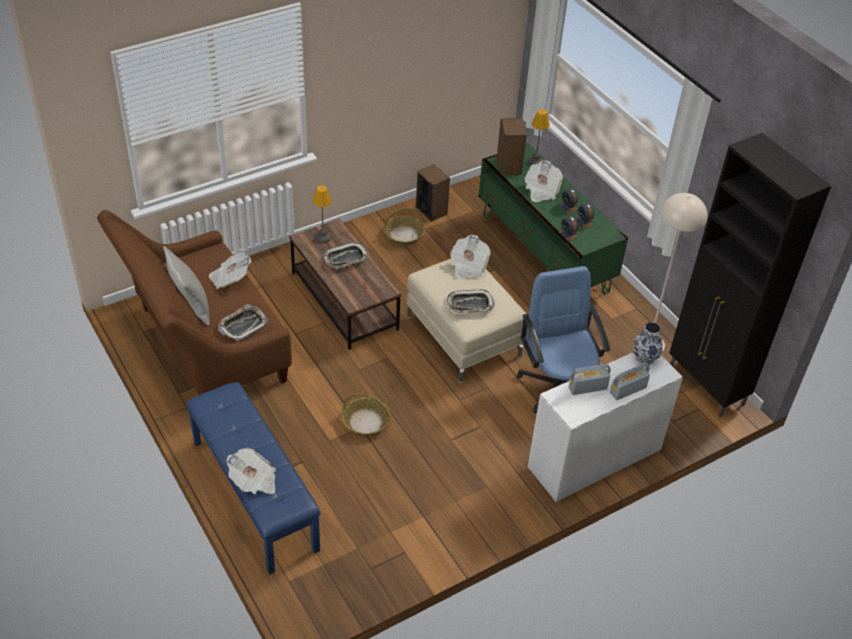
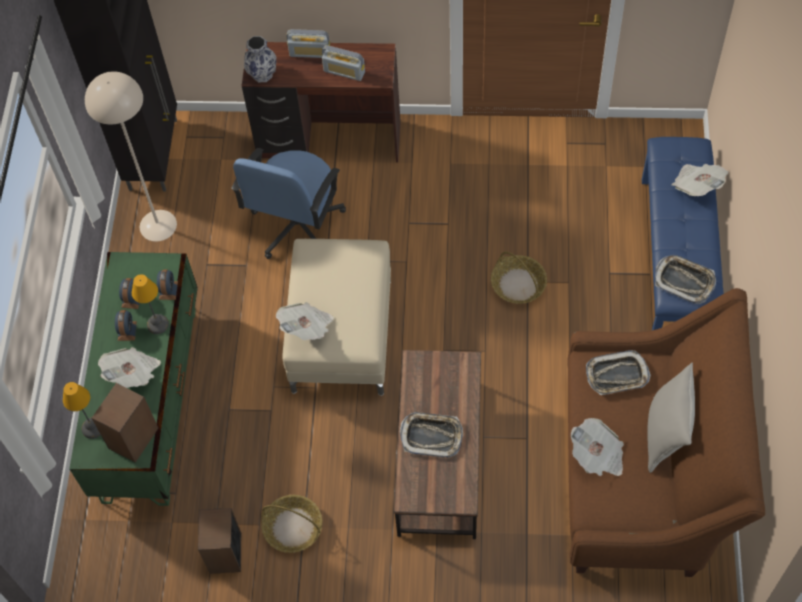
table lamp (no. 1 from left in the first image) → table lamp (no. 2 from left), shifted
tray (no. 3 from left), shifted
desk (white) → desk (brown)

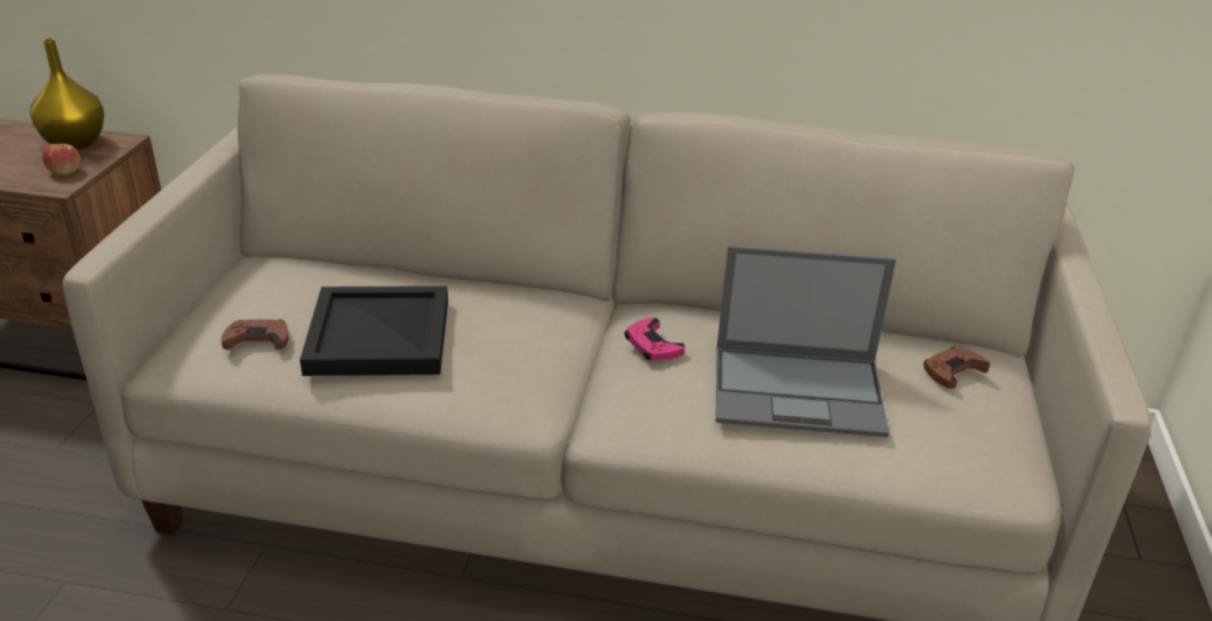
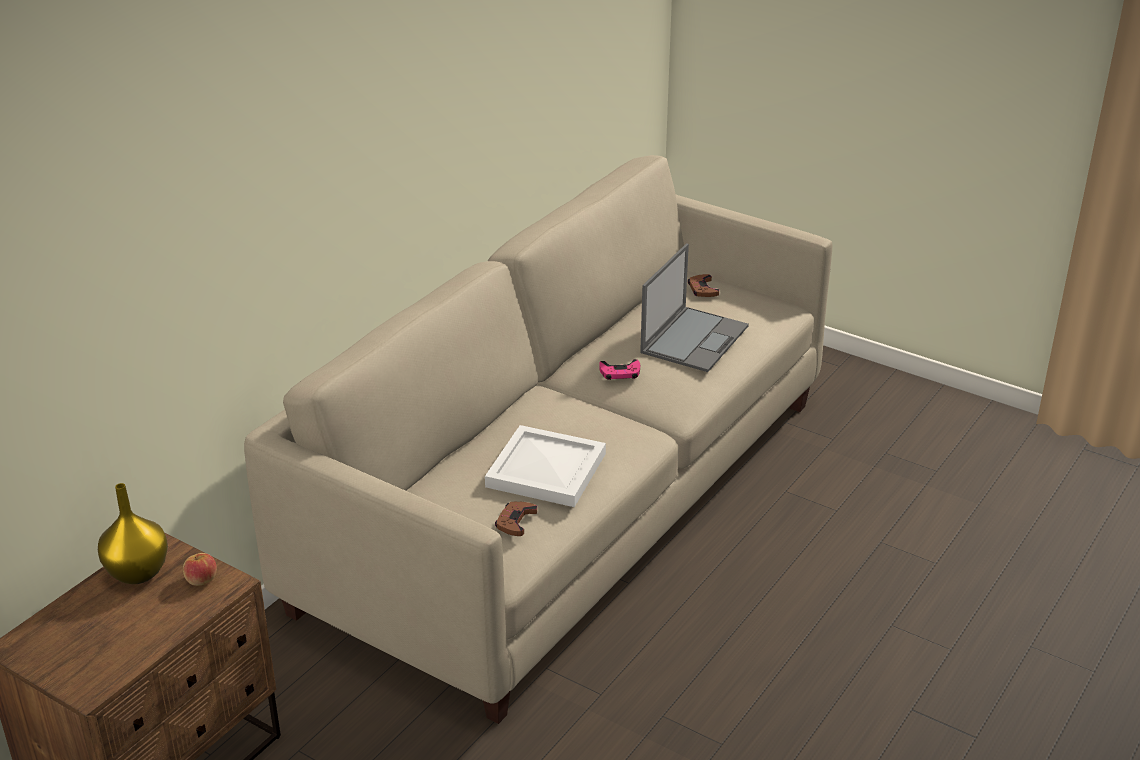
tray (black) → tray (white)

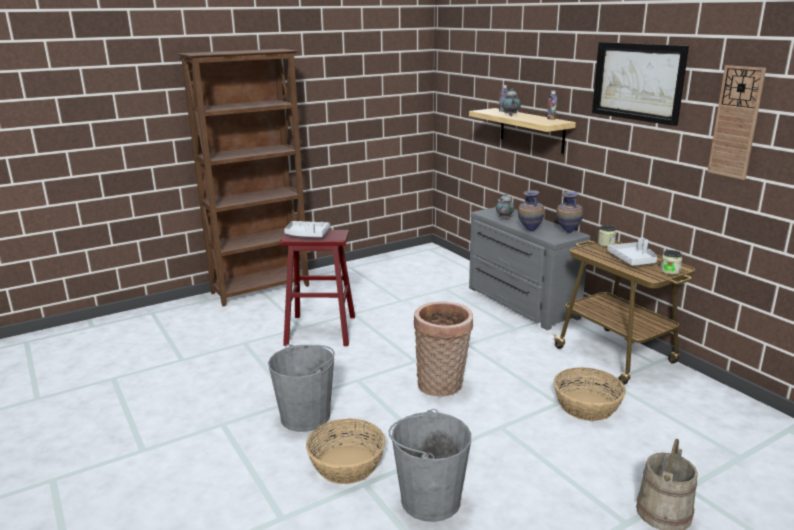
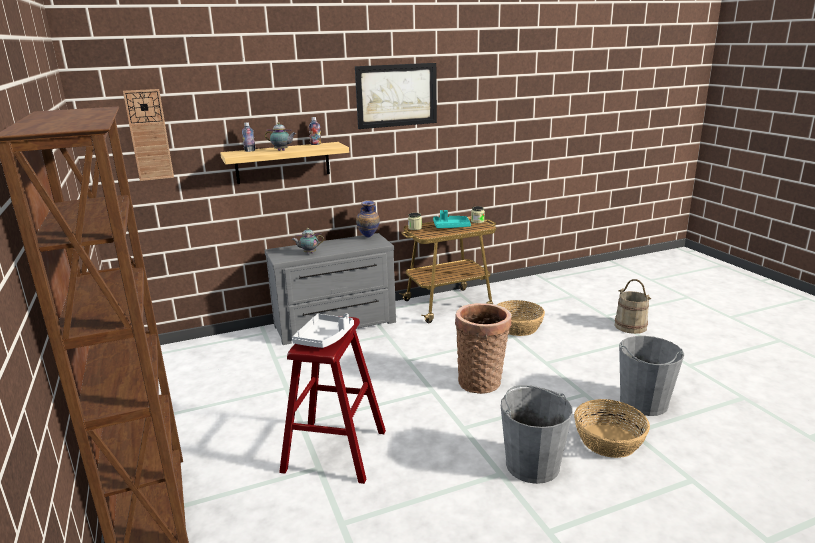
vase (no. 1 from left) → -
tray (grey) (no. 2 from left) → tray (turquoise)
wall clock, shifted

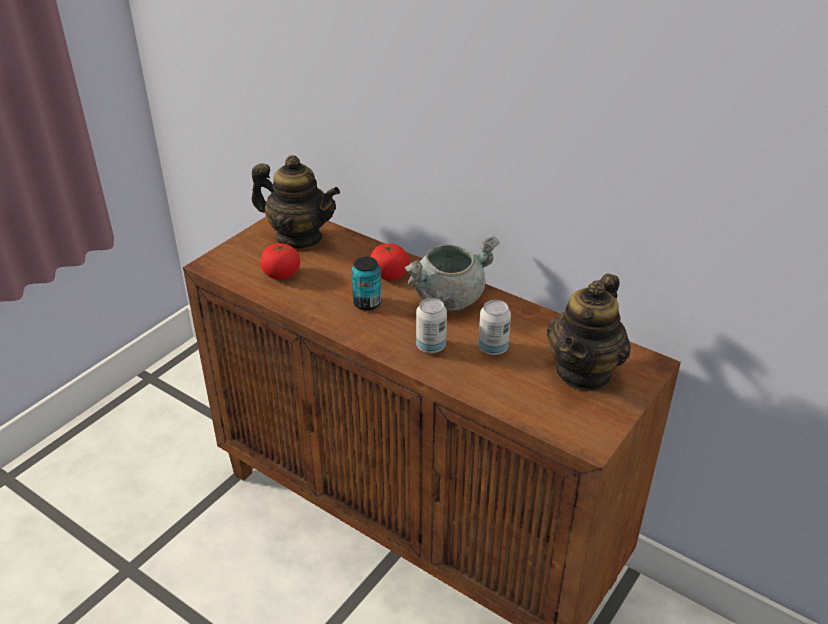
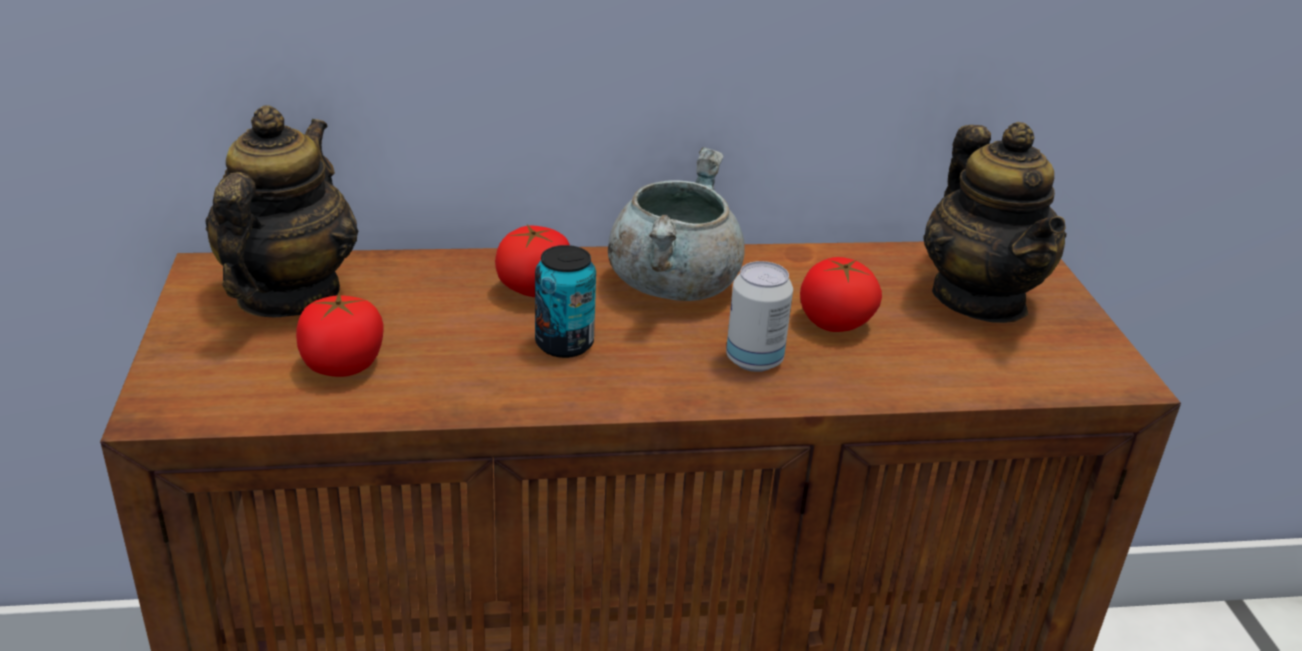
teapot (no. 1 from left), 60 degrees counterclockwise
can (no. 3 from left) → tomato (no. 3 from left)

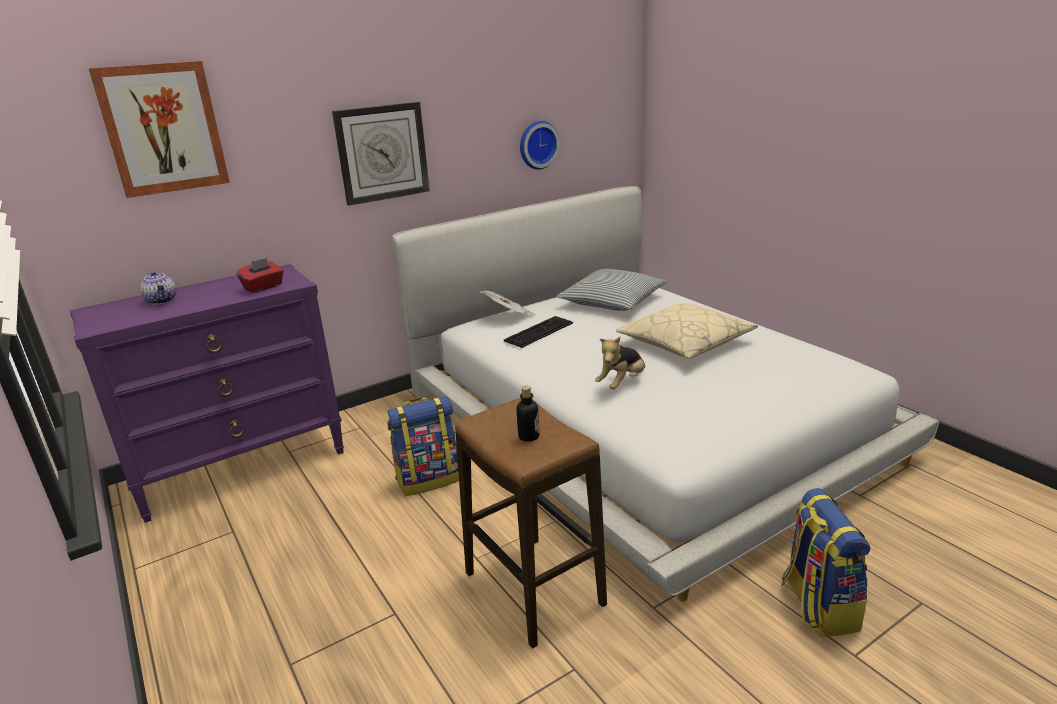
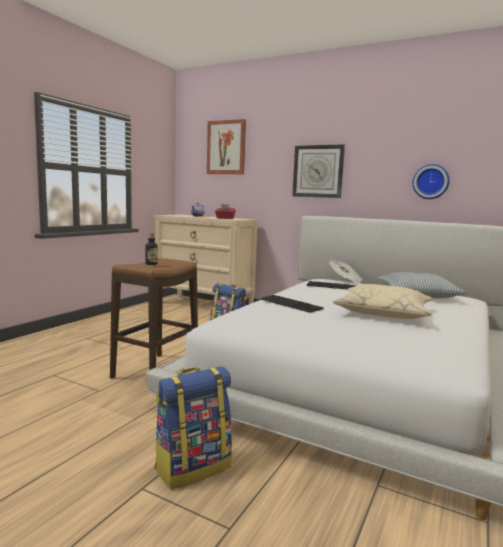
dresser (purple) → dresser (beige)
plush toy → keyboard (no. 1 from left)

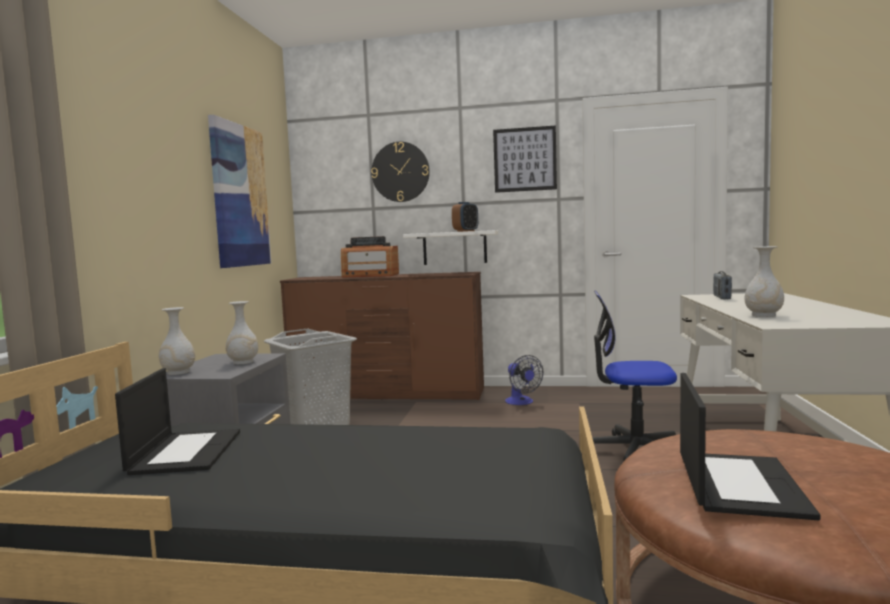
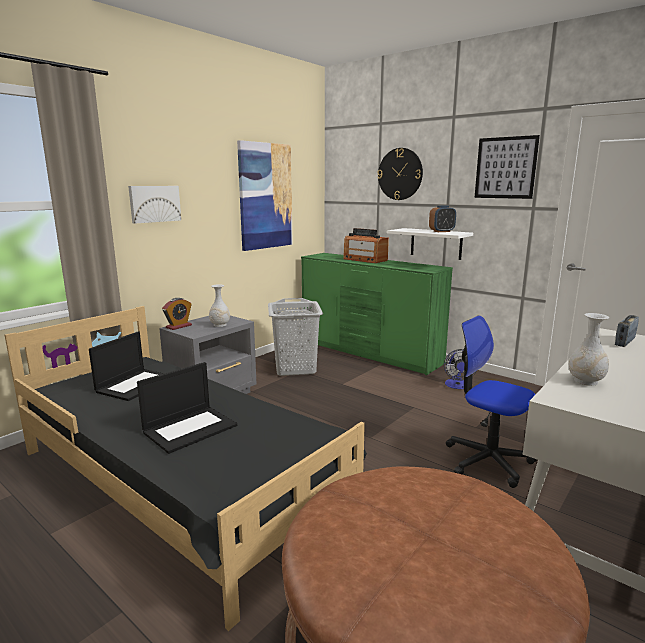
vase (white) (no. 1 from left) → alarm clock (no. 1 from left)
dresser (brown) → dresser (green)
laptop (no. 2 from left), shifted
- → picture (no. 1 from left)

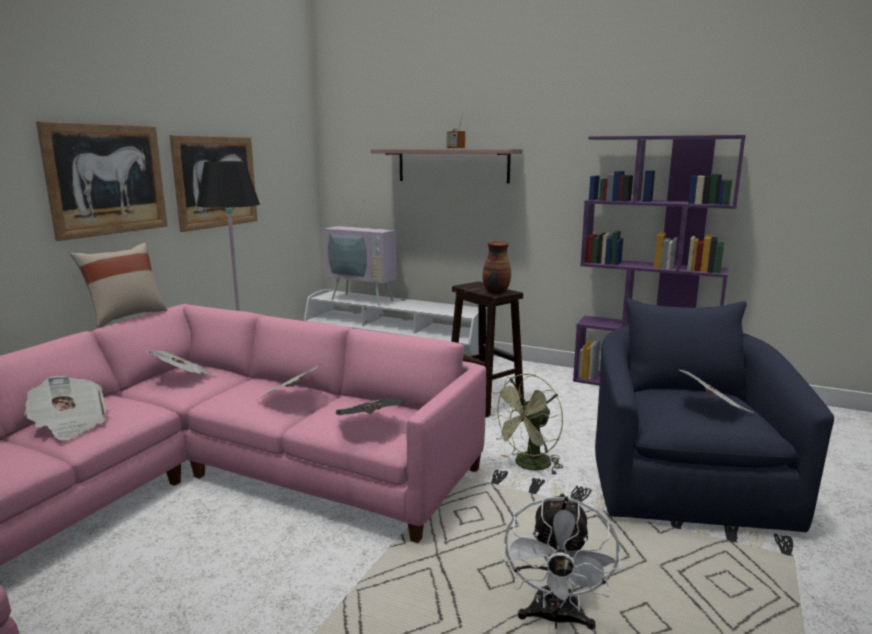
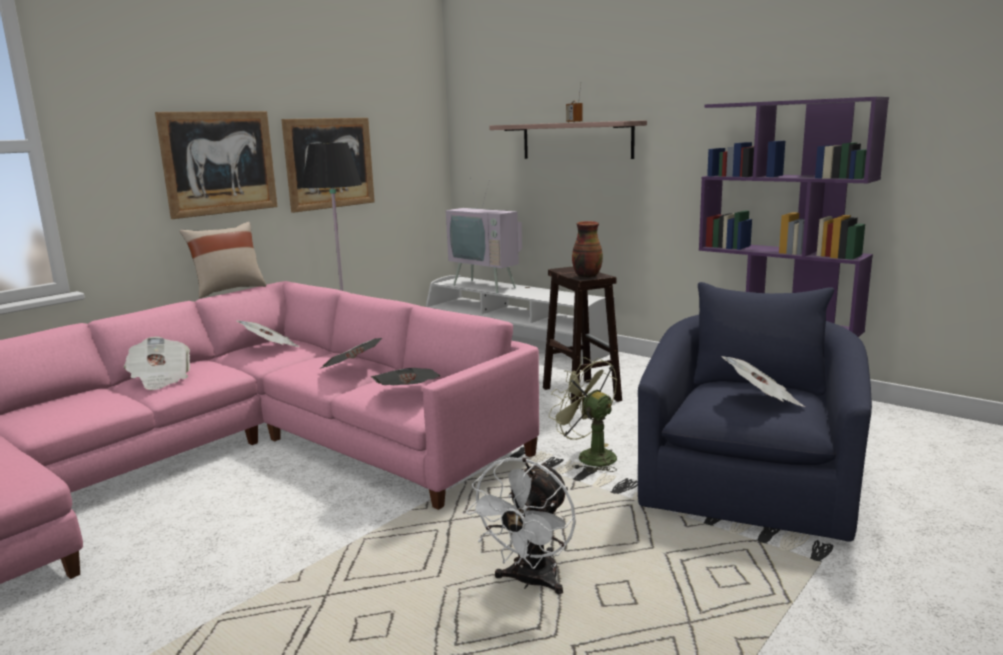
fan (green), 75 degrees clockwise

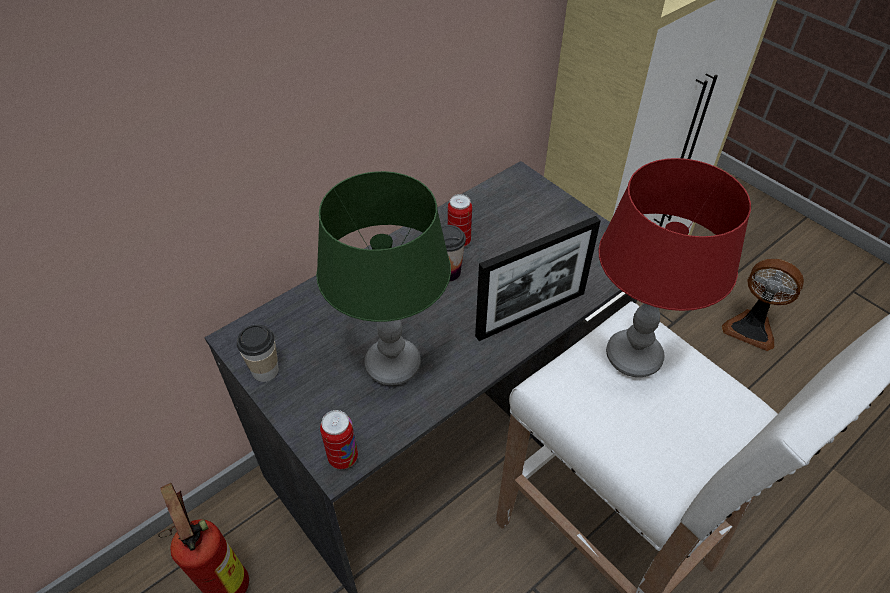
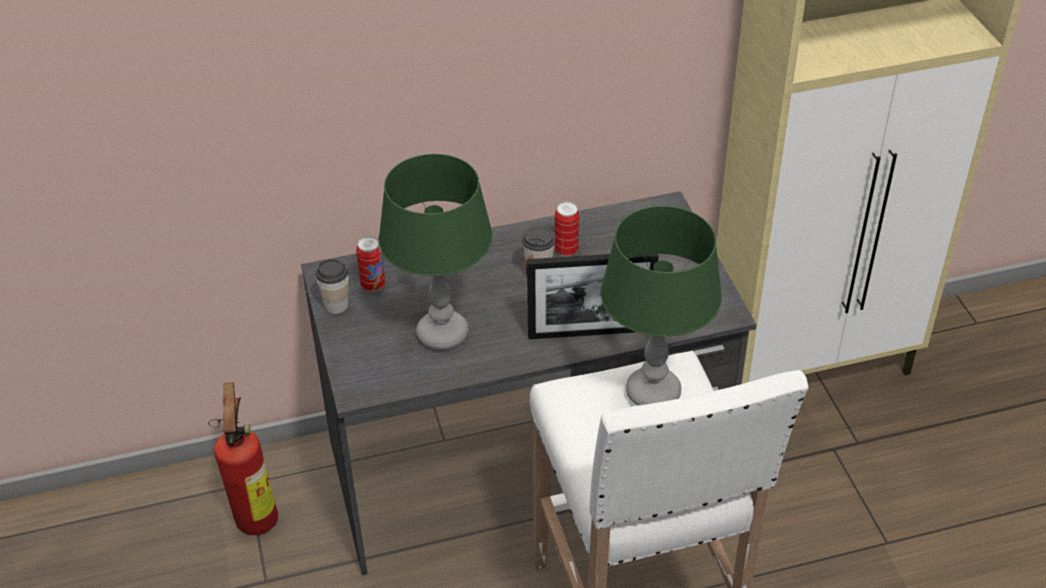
can (no. 1 from left), shifted
table lamp (red) → table lamp (green) (no. 2 from left)
fan → -

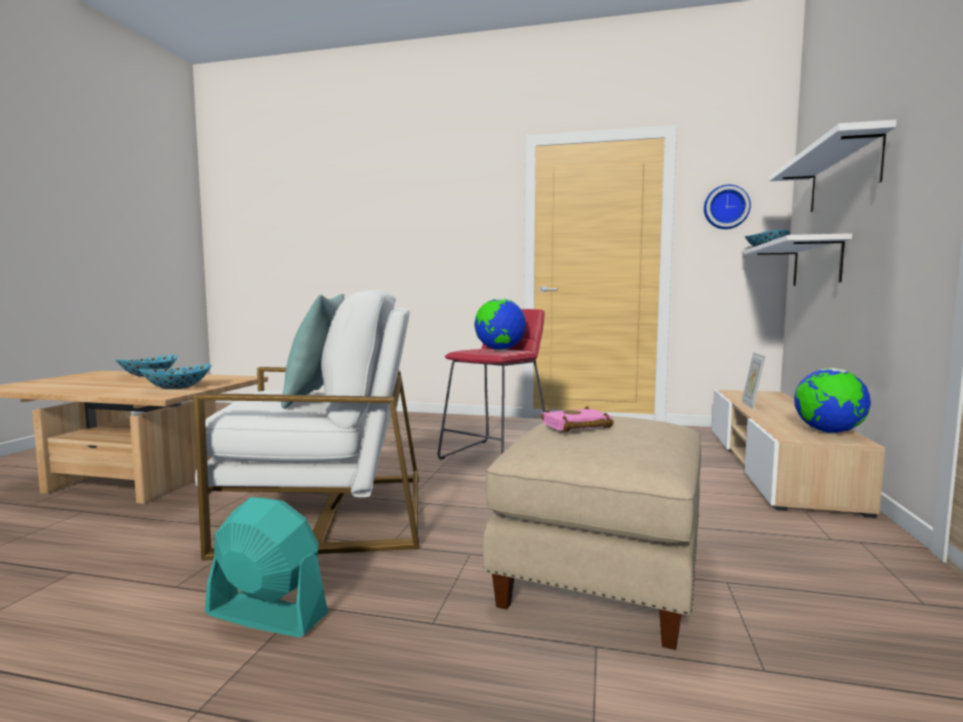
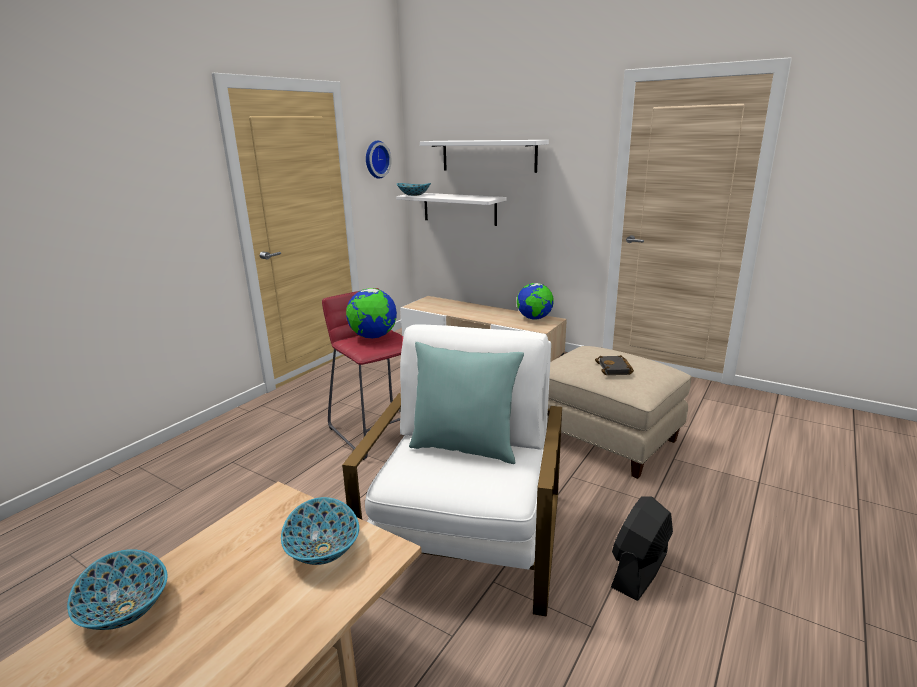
fan (turquoise) → fan (black)
book (pink) → book (black)
picture frame → -

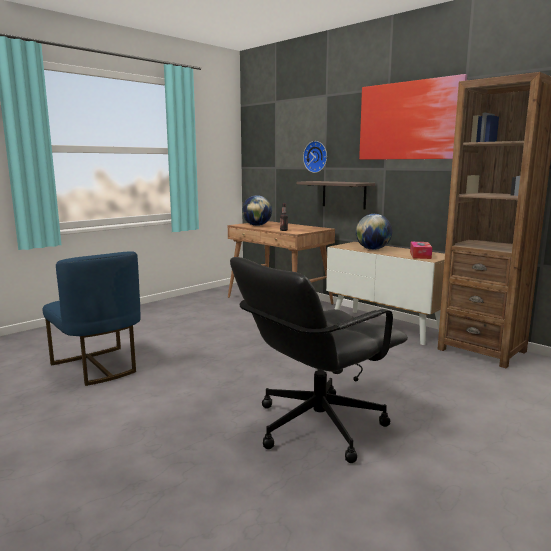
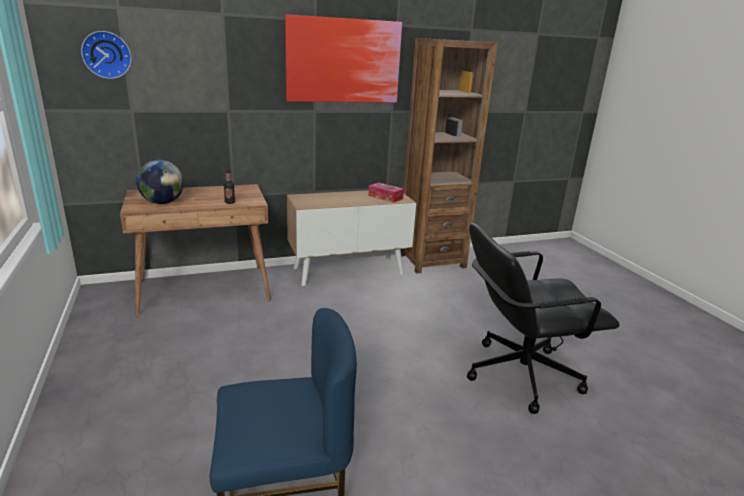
office chair (black), 90 degrees clockwise
shelf → -
wall clock, shifted
globe (no. 2 from left) → -

